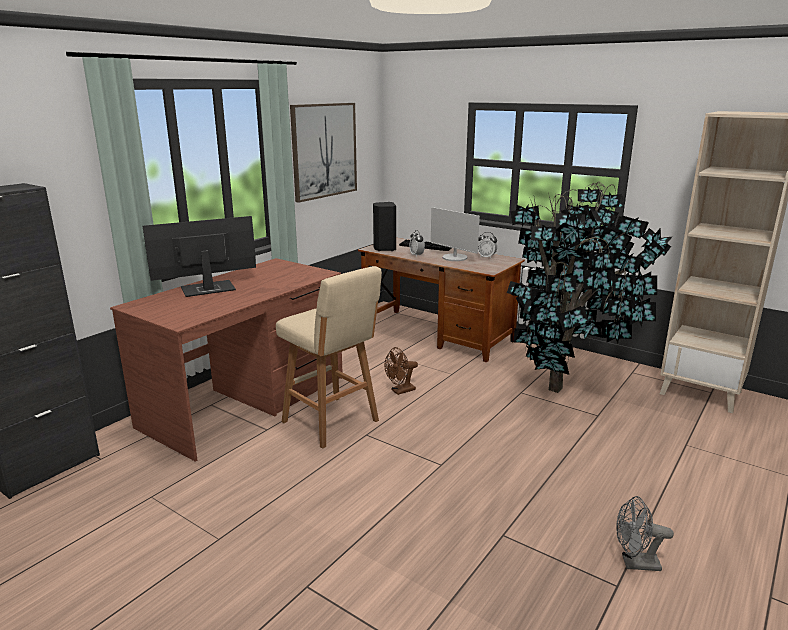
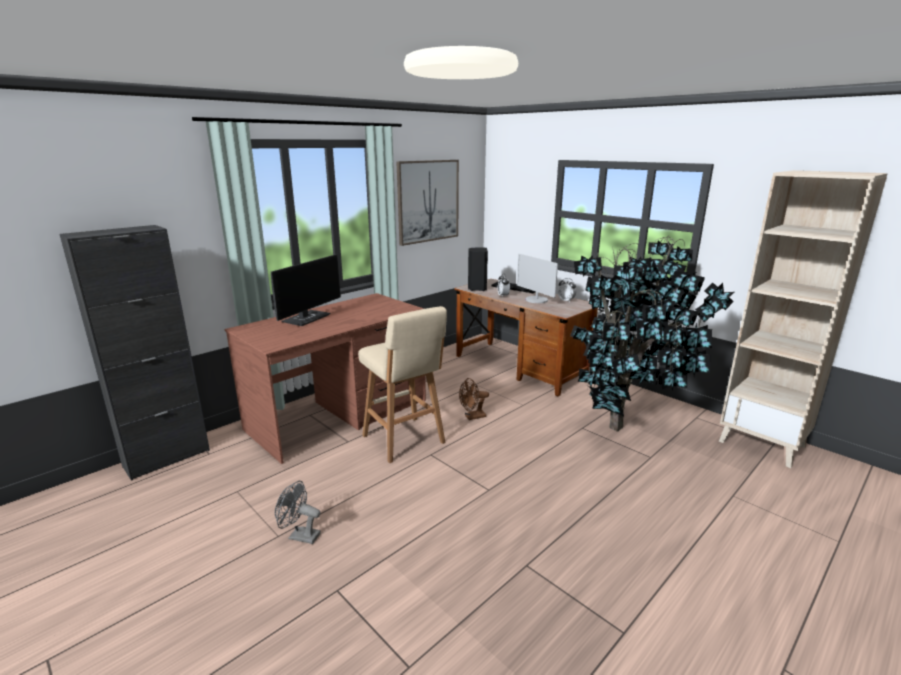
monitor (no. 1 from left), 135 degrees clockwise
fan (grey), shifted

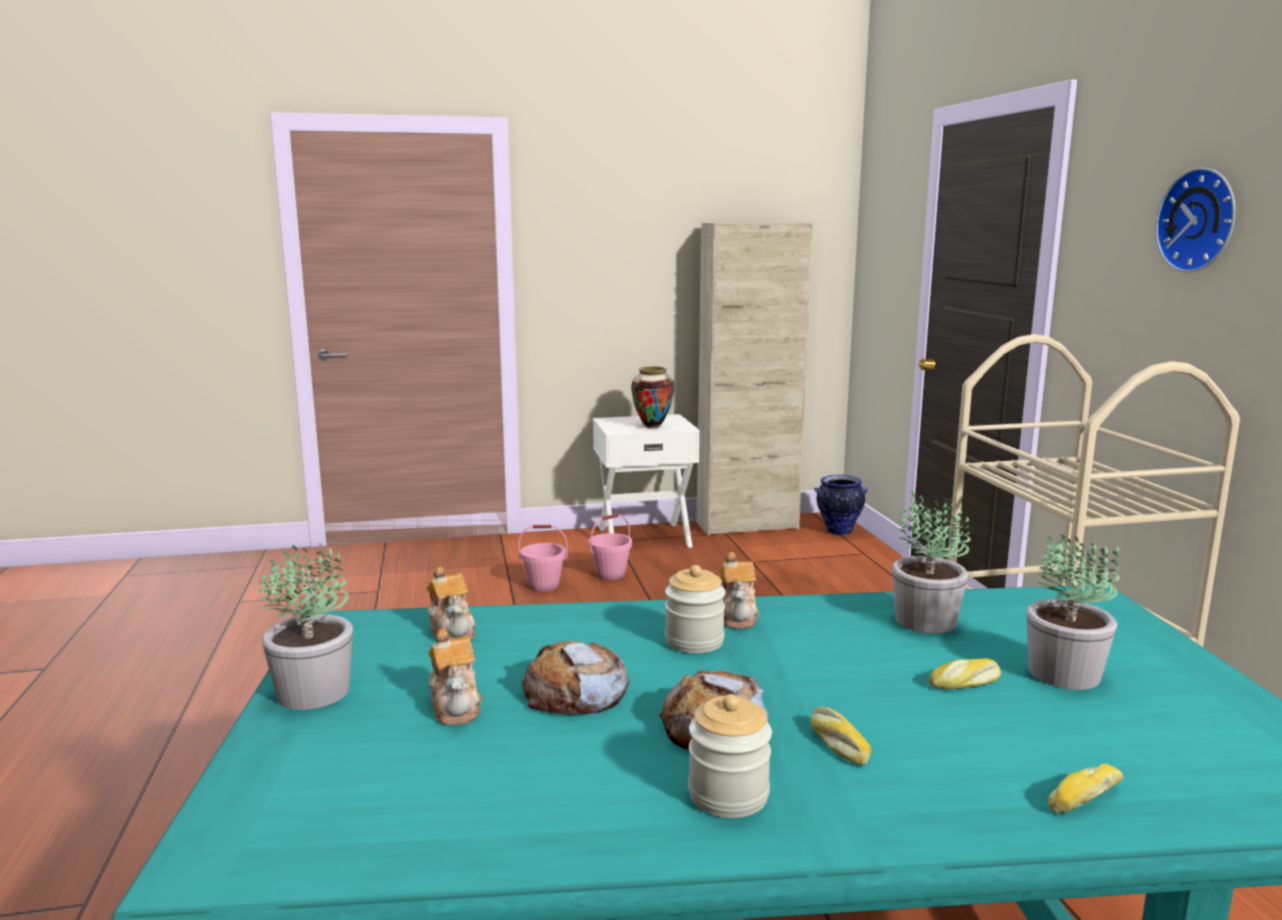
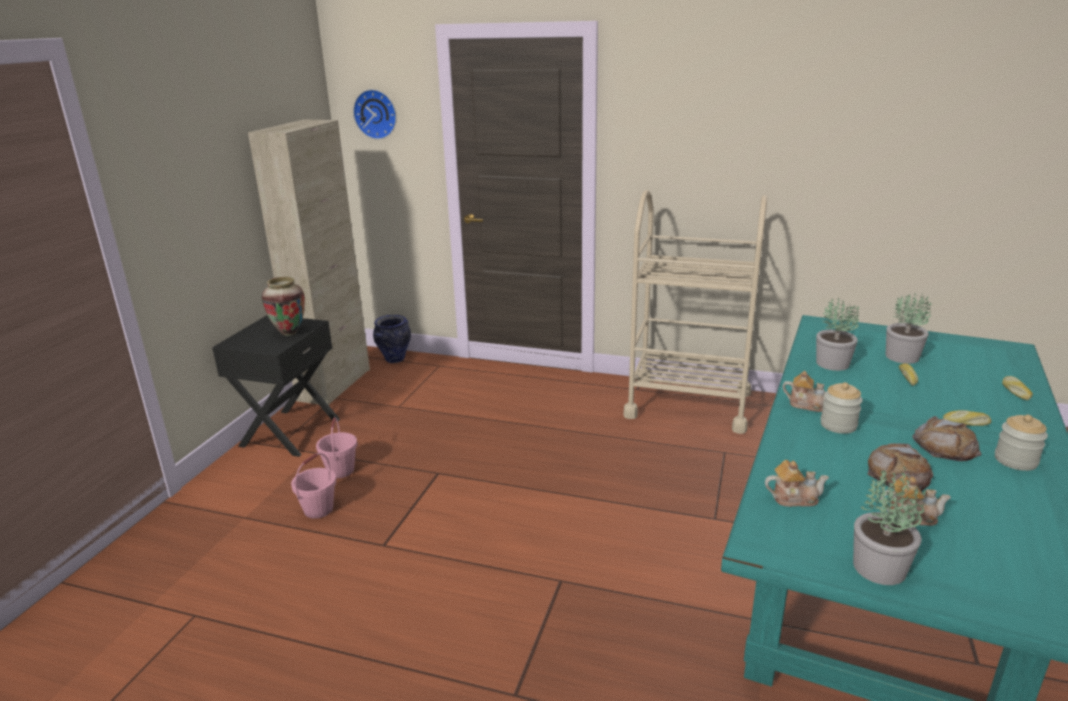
nightstand (white) → nightstand (black)
wall clock, shifted

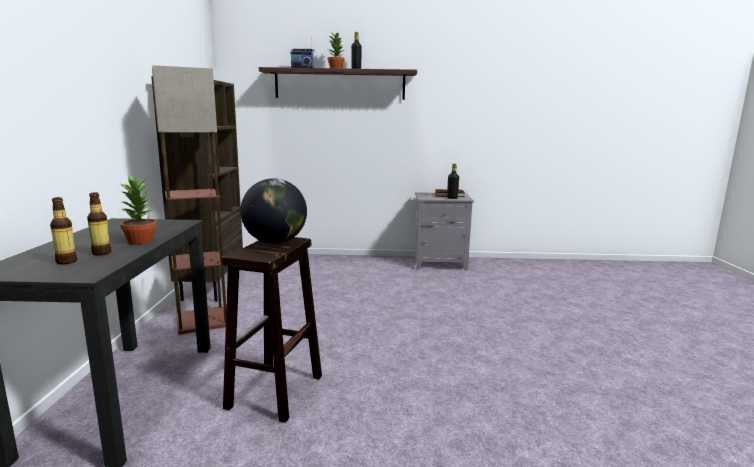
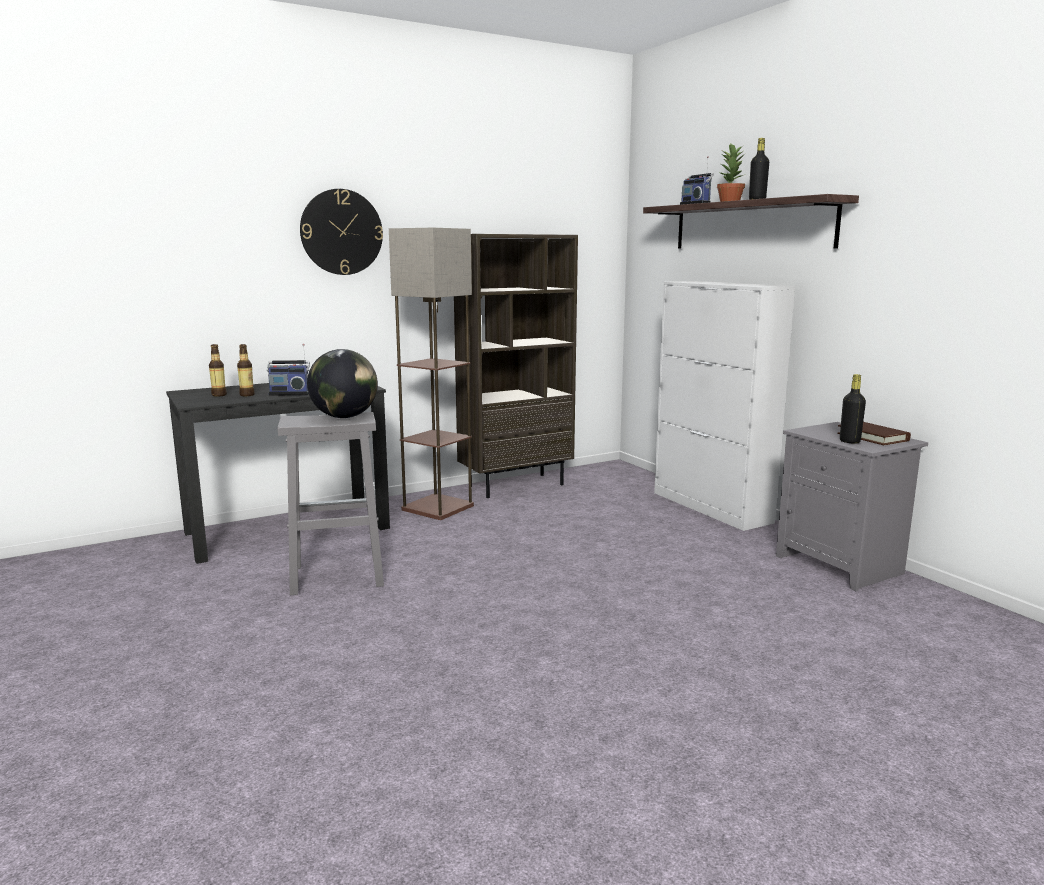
potted plant (no. 1 from left) → radio (no. 1 from left)
stool (brown) → stool (grey)
- → wall clock
- → cabinet (white)

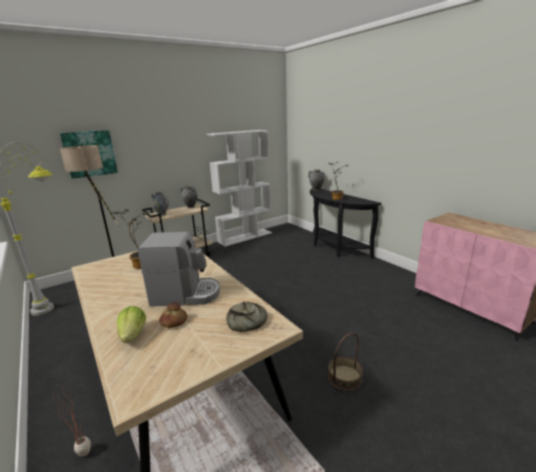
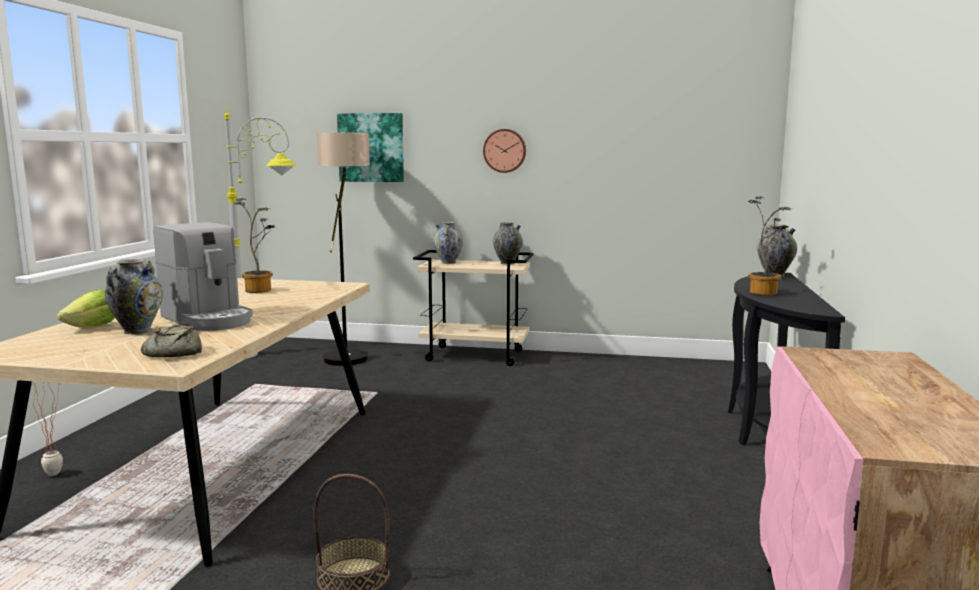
bread (no. 1 from left) → vase (no. 1 from left)
bookcase (white) → -
- → wall clock

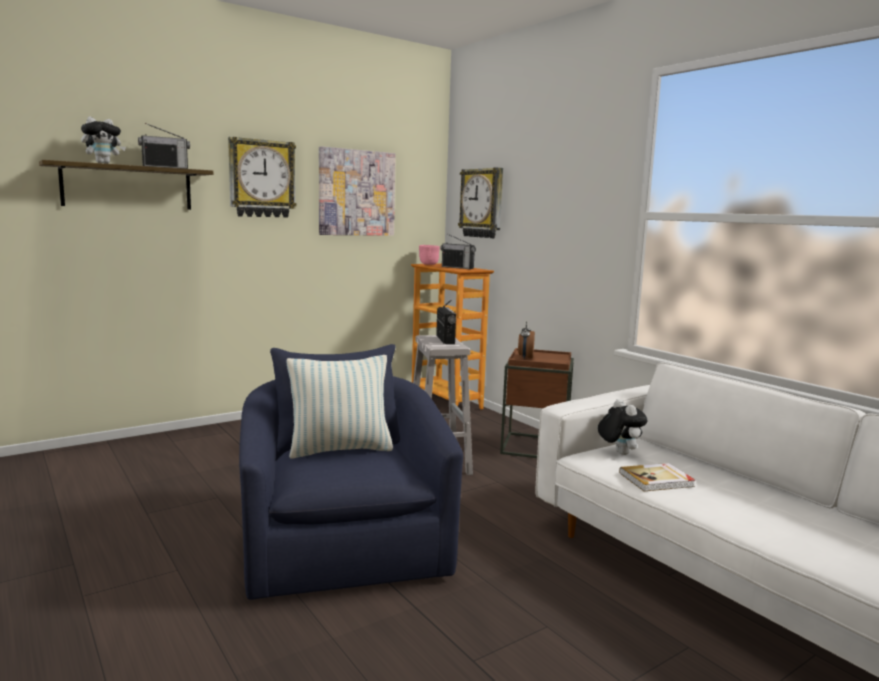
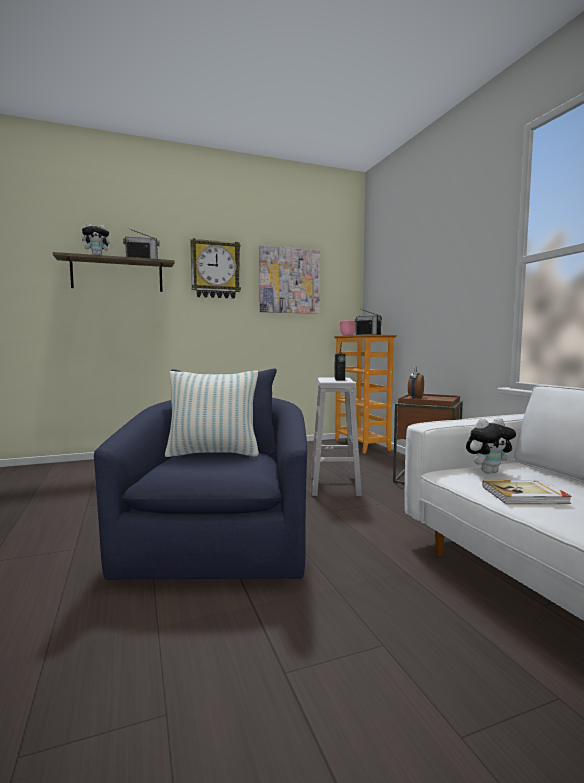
wall clock (no. 2 from left) → -
plush toy (no. 2 from left), 75 degrees clockwise

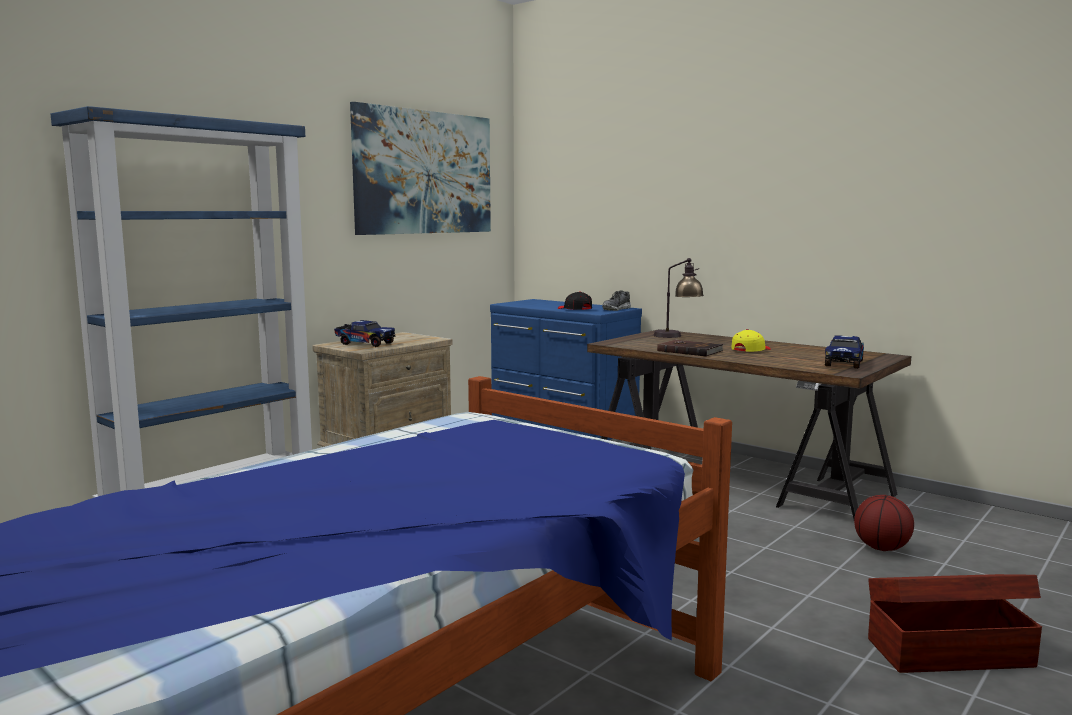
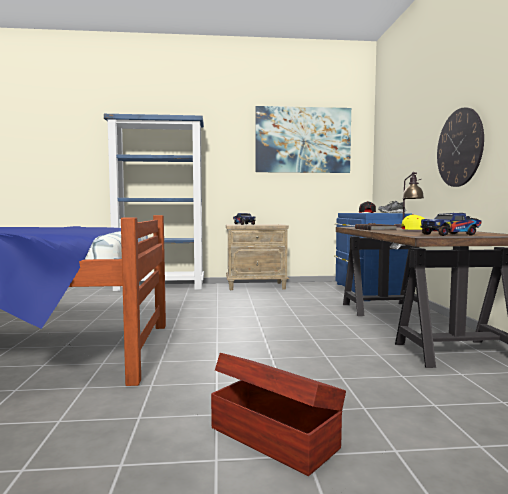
basketball → -
- → wall clock

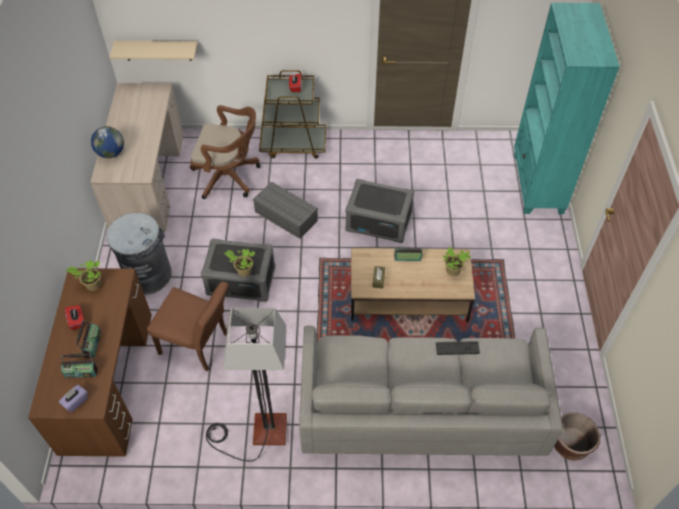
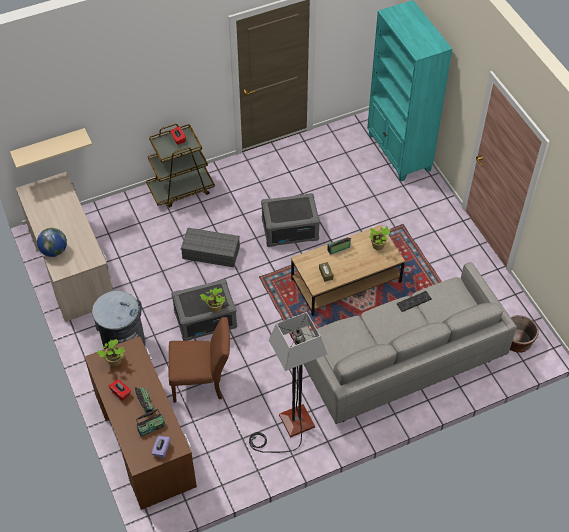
office chair (brown) → -

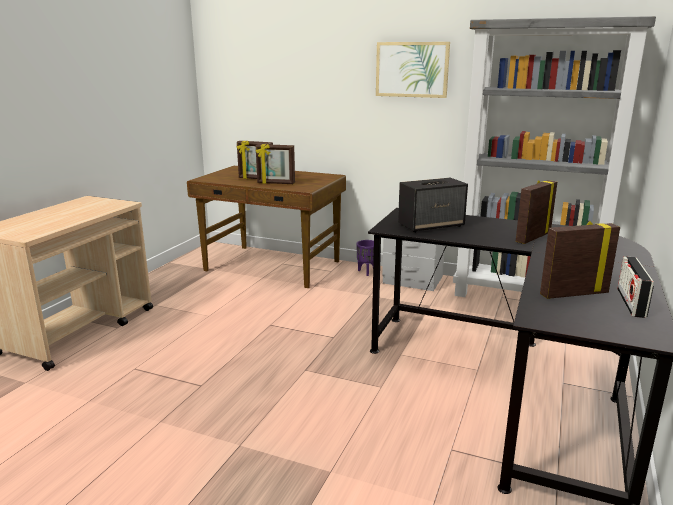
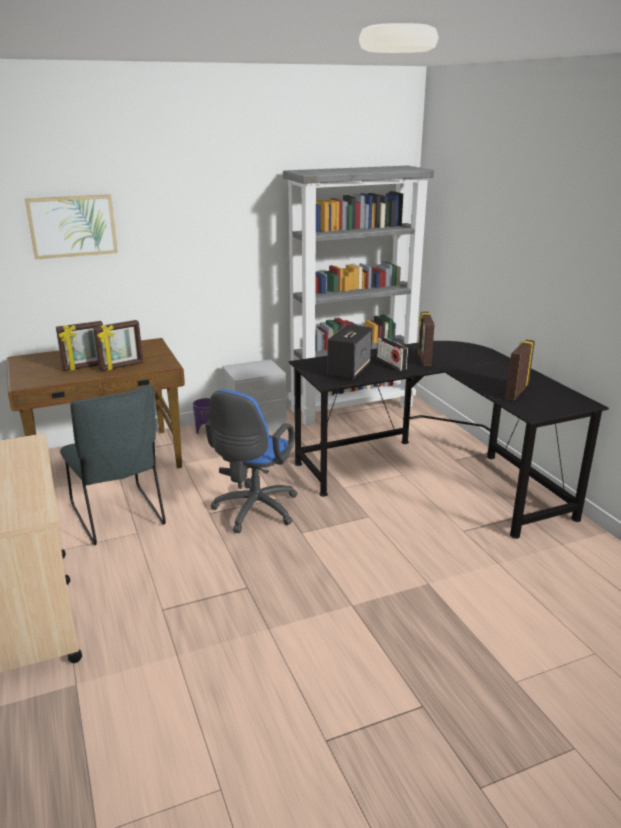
picture, shifted
radio, shifted
- → chair (grey)
- → office chair (blue)

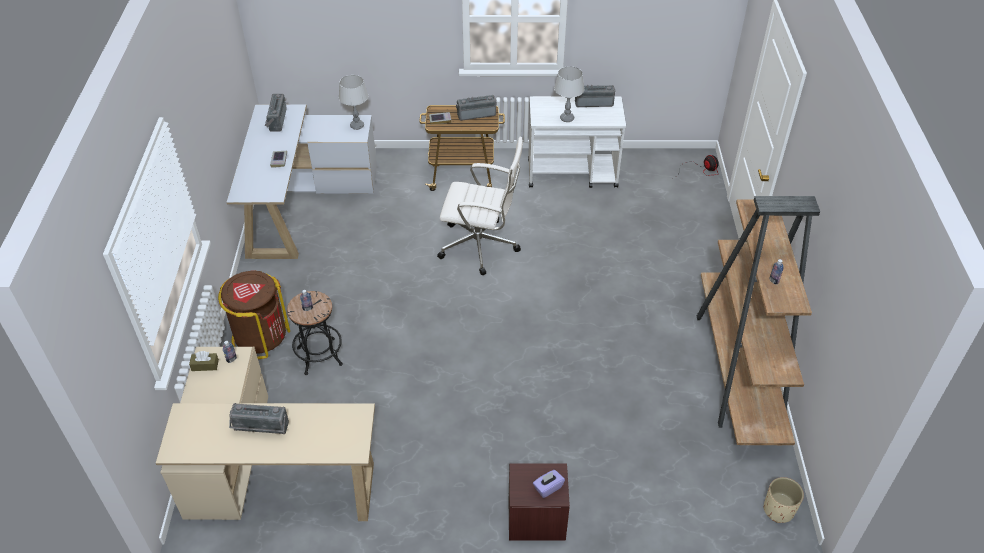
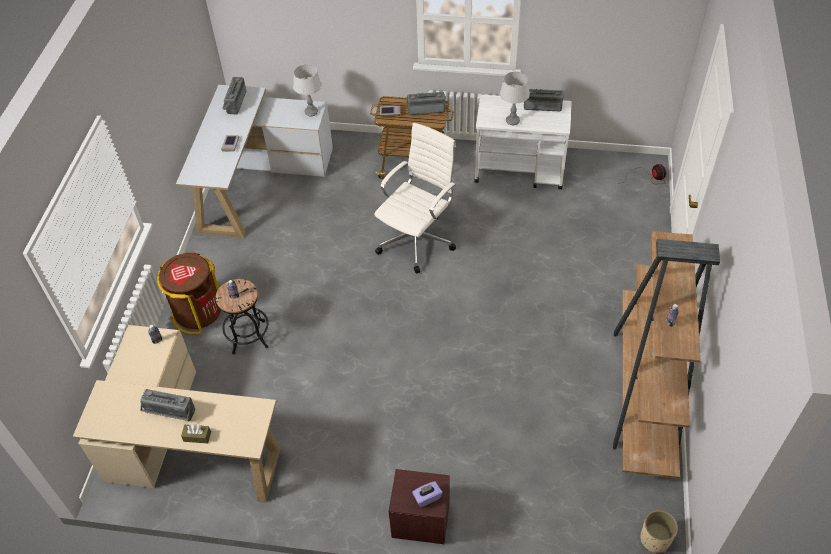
tissue box (brown), shifted
office chair (white), 75 degrees counterclockwise

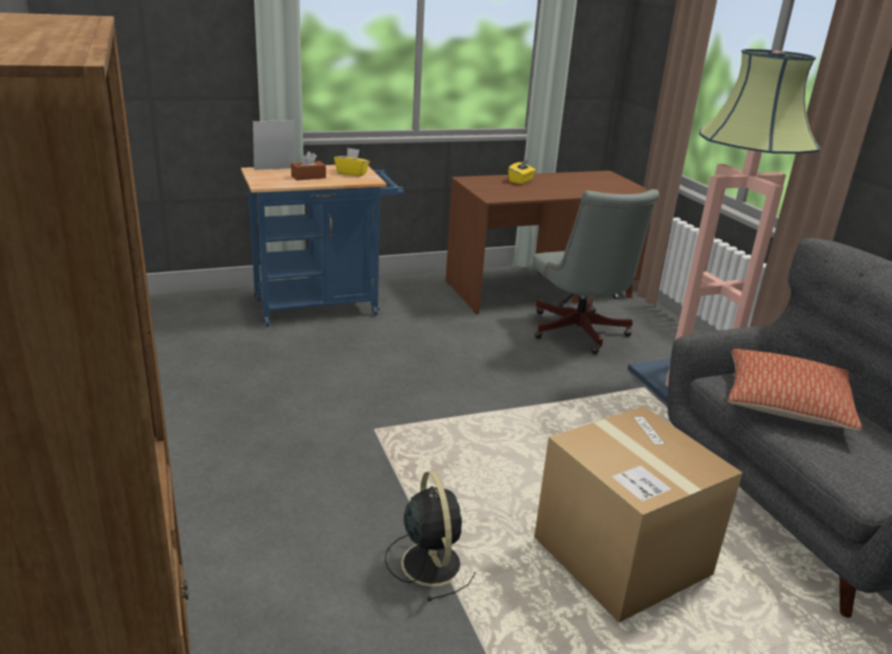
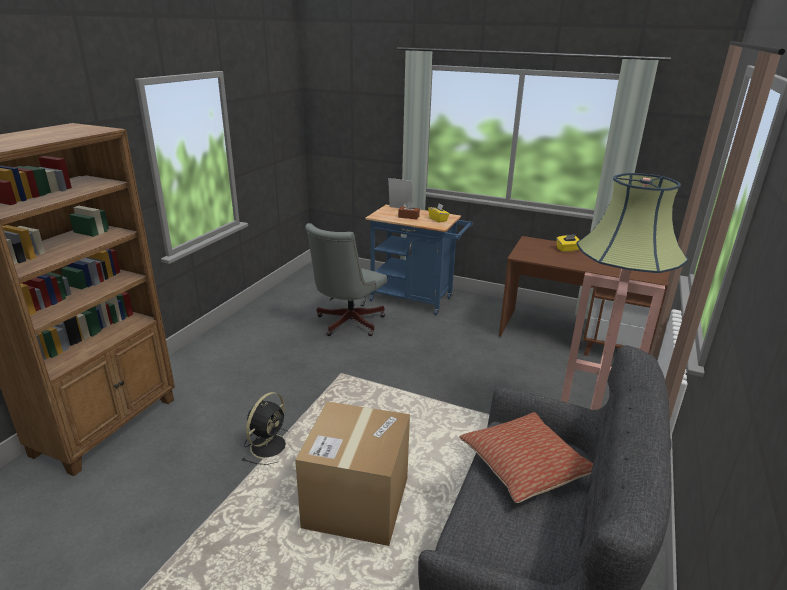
office chair (grey), shifted

